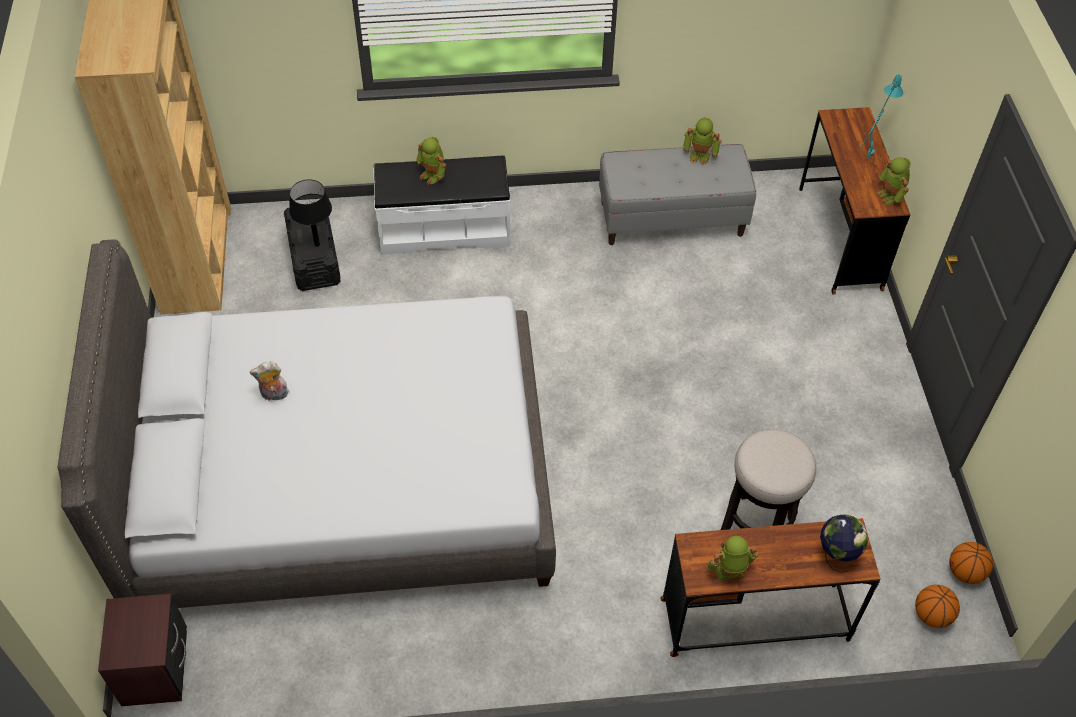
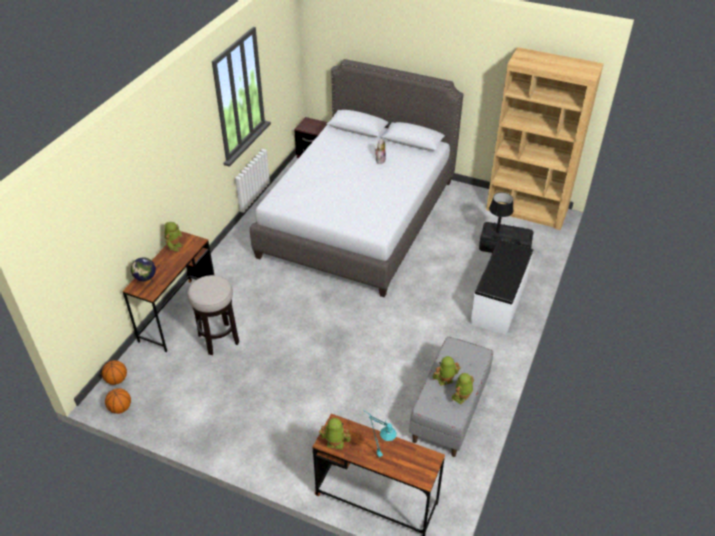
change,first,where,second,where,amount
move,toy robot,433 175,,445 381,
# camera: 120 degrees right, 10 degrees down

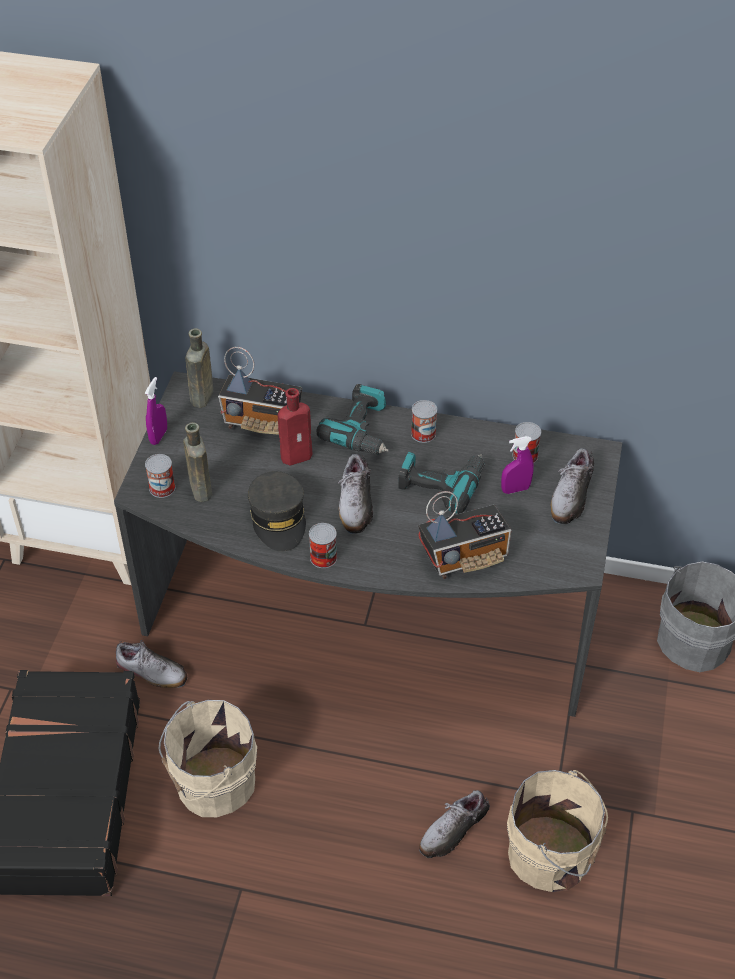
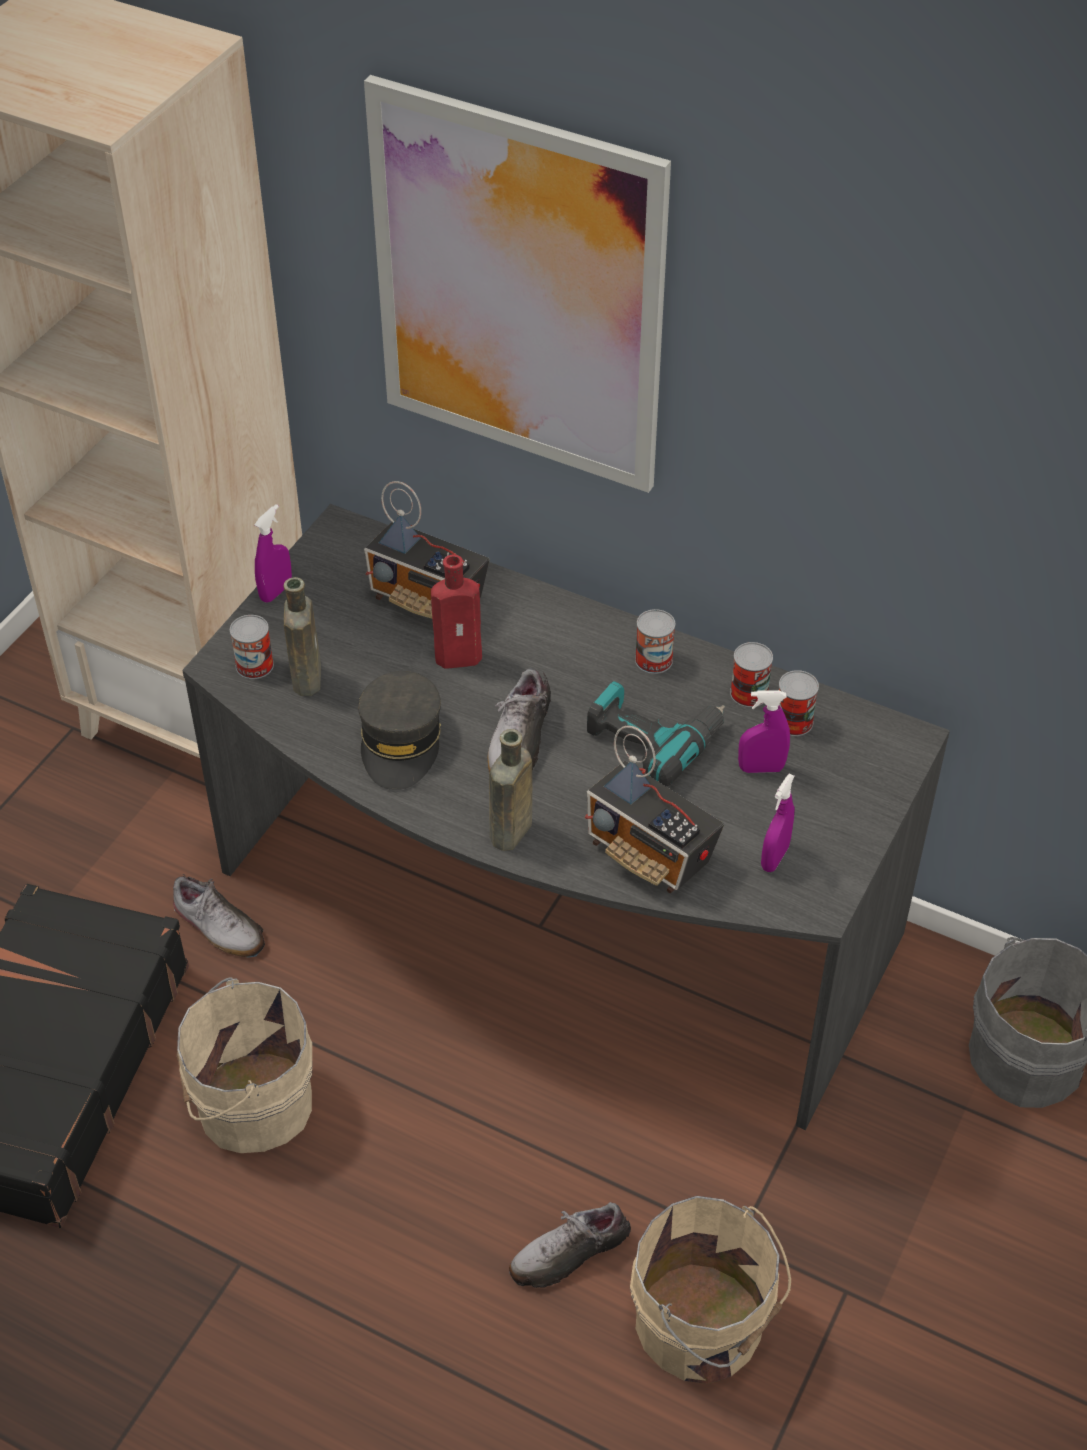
change,first,where,second,where,amount
move,brown drink bottle,201 398,,509 834,
delete,drill,362 430,,,
delete,shoe,571 495,,,
rotate,radio set,465 557,,650 853,45 degrees clockwise
move,can,323 557,,749 693,
insert,,,wall art,518 290,
insert,,,purplish hand sprayer,774 858,
# camera: 15 degrees right, 0 degrees up

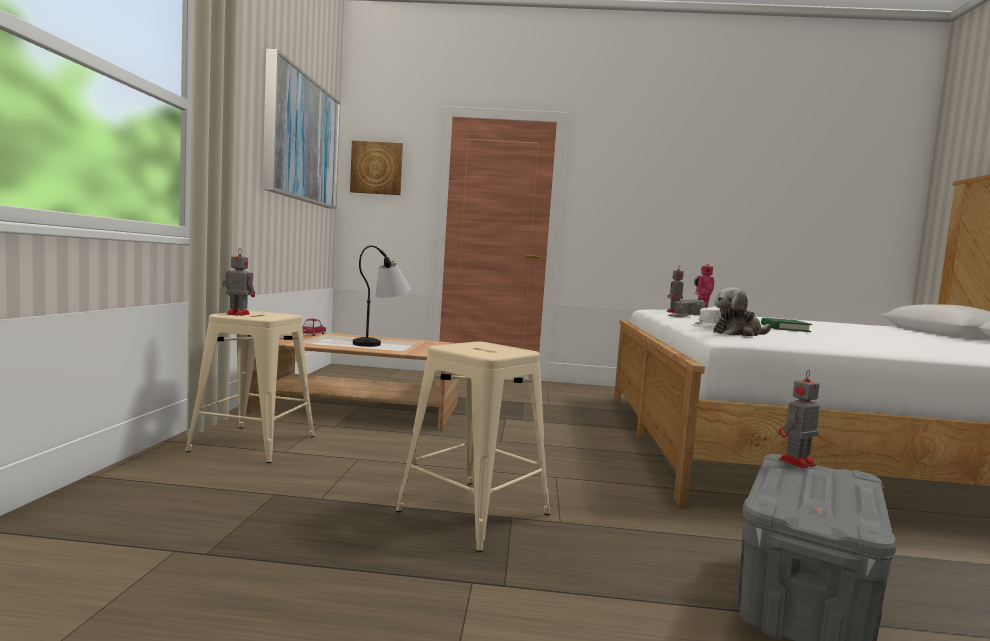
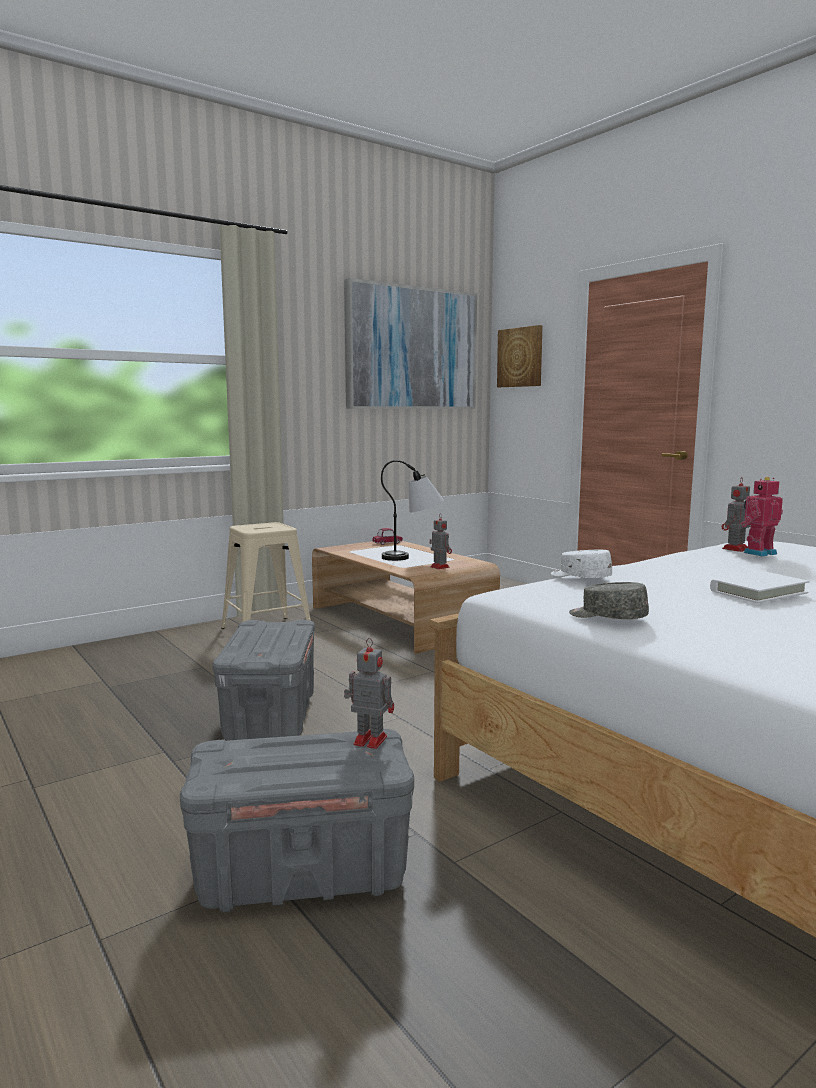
change,first,where,second,where,amount
move,toy robot,237 314,,439 567,
delete,cuddly toy,738 334,,,
move,greyish baseball cap,685 317,,607 617,
recolor,green book,784 328,white-coloured book,758 592,
replace,beige sitting stool,474 512,greyish storage bin,270 718,
# camera: 50 degrees right, 5 degrees up

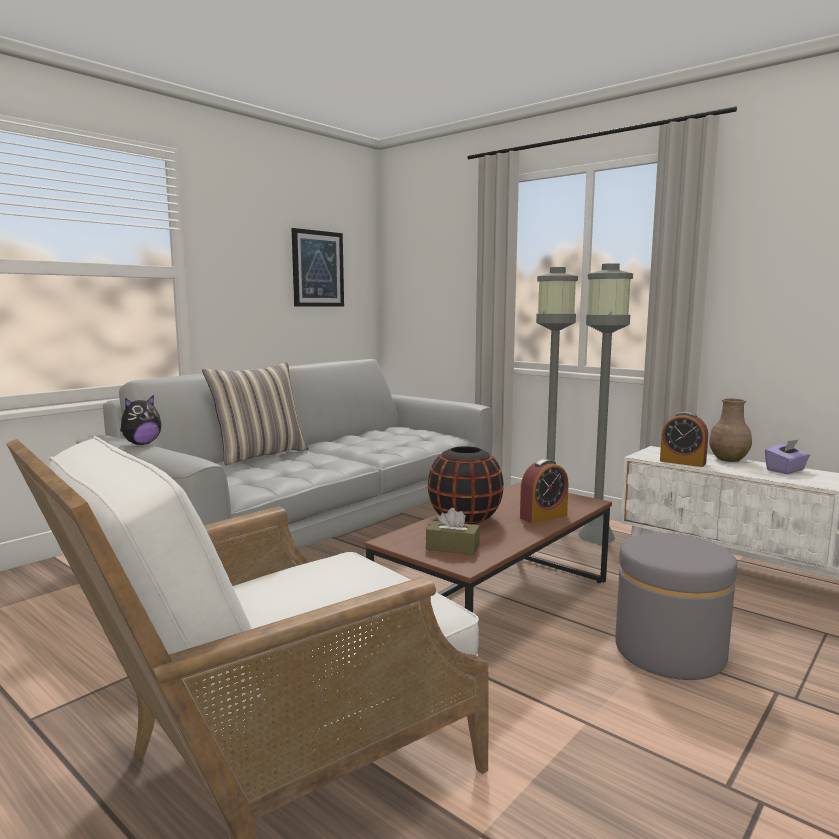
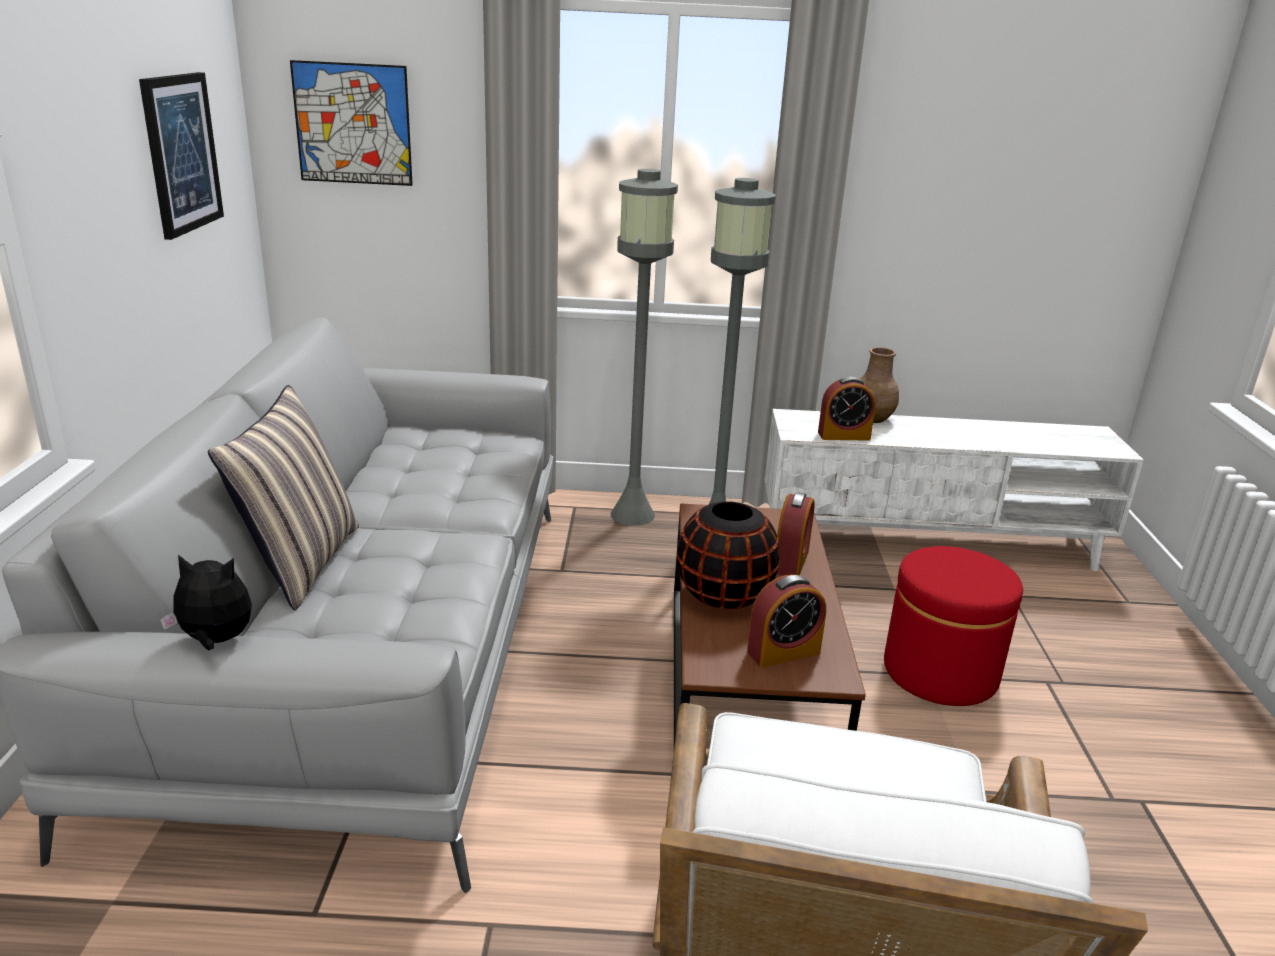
change,first,where,second,where,amount
rotate,cuddly toy,141 444,,215 641,90 degrees counterclockwise
delete,purplish tissue box,786 470,,,
replace,brown tissue box,452 547,table clock,783 652,
recolor,greyish pouffe,669 652,red pouffe,940 672,
insert,,,wall art,353 124,
# camera: 40 degrees left, 15 degrees up

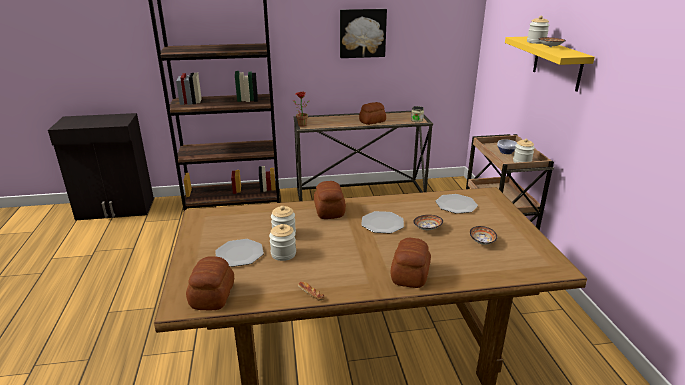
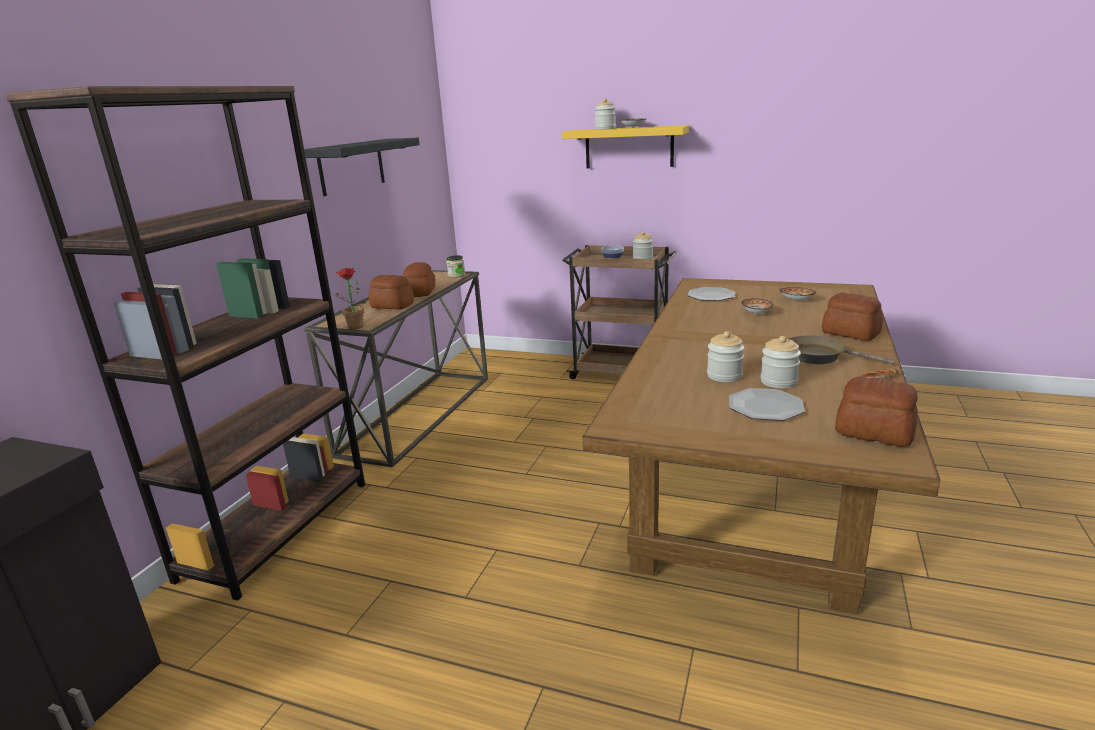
change,first,where,second,where,amount
replace,wall art,362 33,blackish bracket shelf,351 166,
move,bread,329 211,,392 306,
delete,dinner plate,382 223,,,
insert,,,brown frying pan,819 357,
# camera: 60 degrees left, 5 degrees down

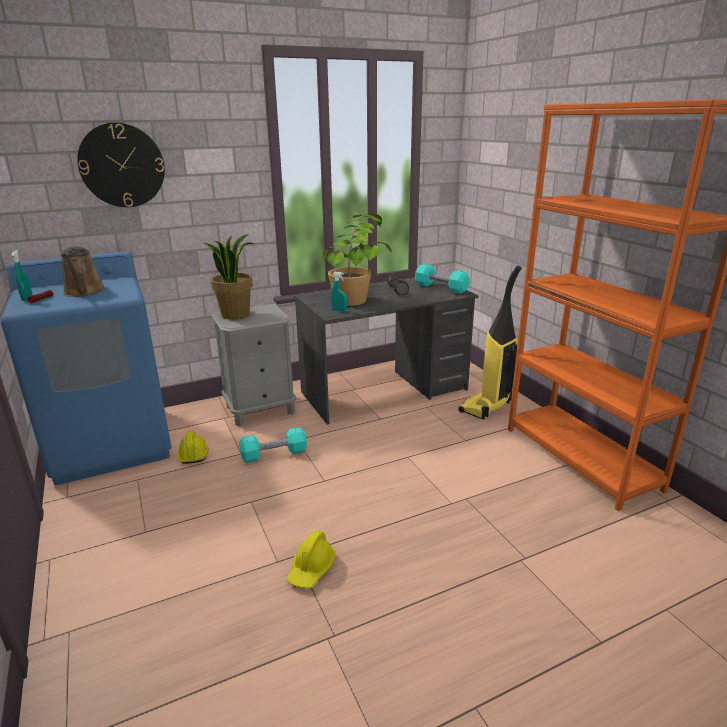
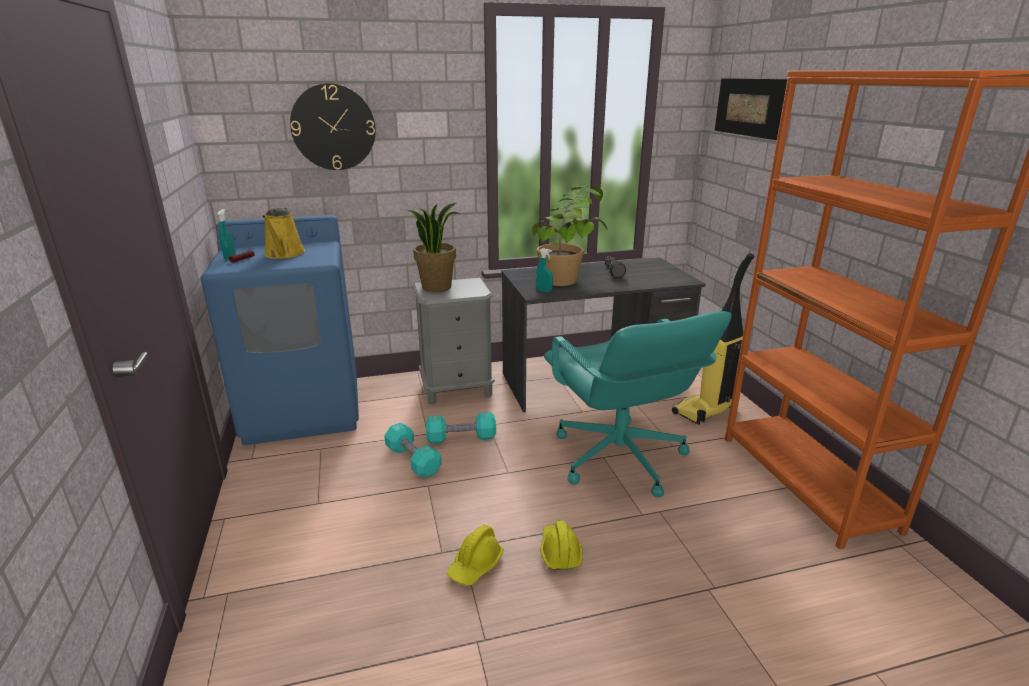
change,first,where,second,where,amount
recolor,brown watering pot,84 292,yellow-coloured watering pot,284 254,
move,turquoise free weight,441 288,,413 460,
move,yellow-coloured hard hat,193 453,,560 551,
insert,,,wall art,749 107,
insert,,,turquoise desk chair,619 459,
# camera: 10 degrees right, 0 degrees up

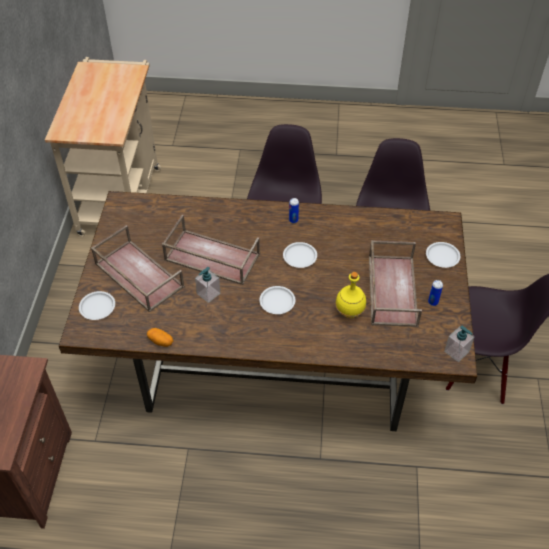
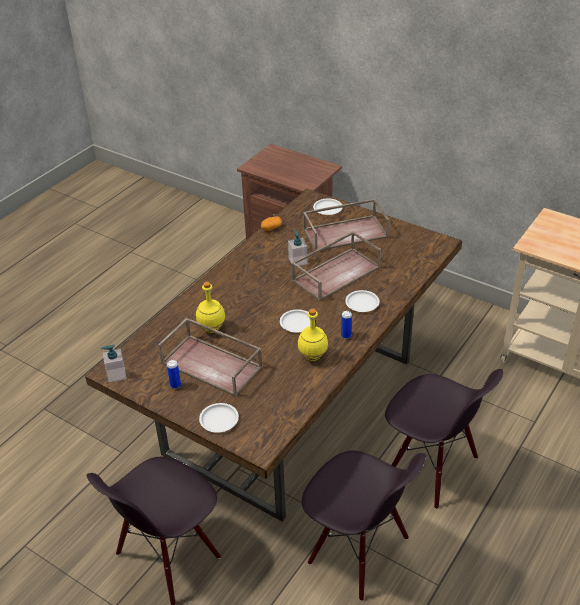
change,first,where,second,where,amount
move,white-coloured dinner plate,277 302,,362 303,
insert,,,yellow-coloured drink bottle,312 357,
# camera: 120 degrees right, 10 degrees down

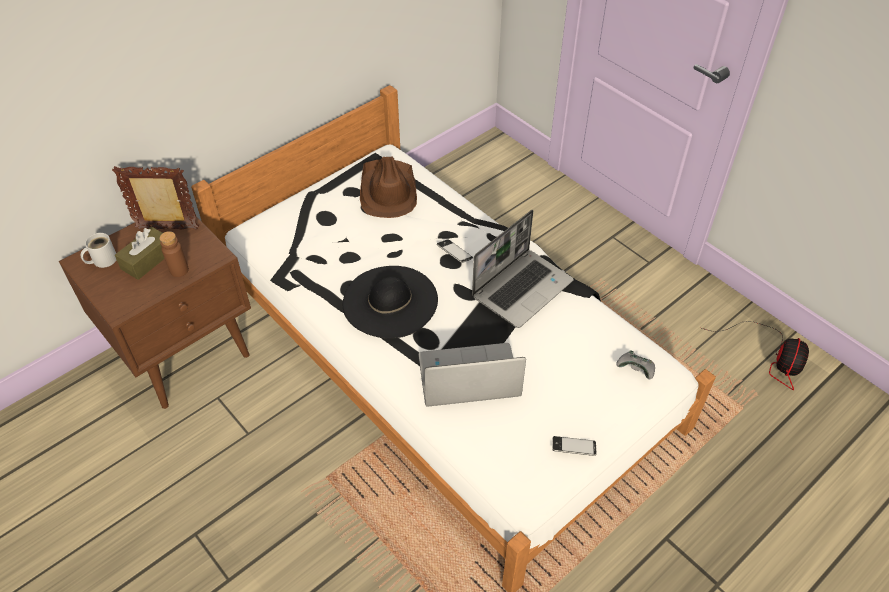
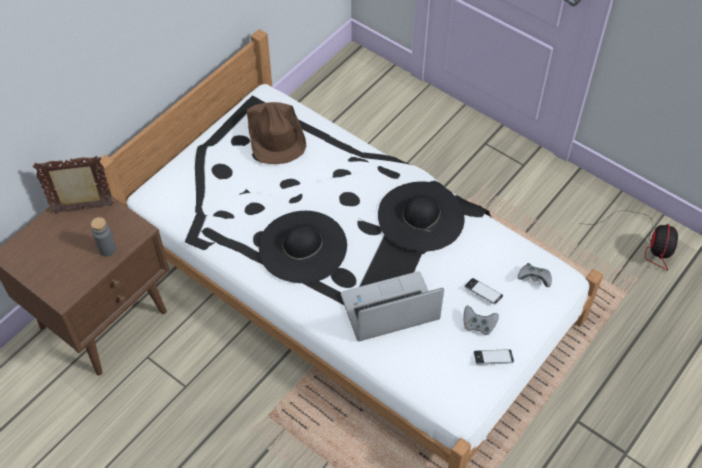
change,first,where,second,where,amount
replace,laptop,522 288,blackish hat,420 216,
delete,brown tissue box,147 260,,,
recolor,brown drink bottle,179 270,greyish drink bottle,107 249,
delete,white-coloured mug,102 259,,,
move,phone,454 253,,483 293,
insert,,,greyish gamepad,478 325,
# camera: 10 degrees left, 5 degrees up

